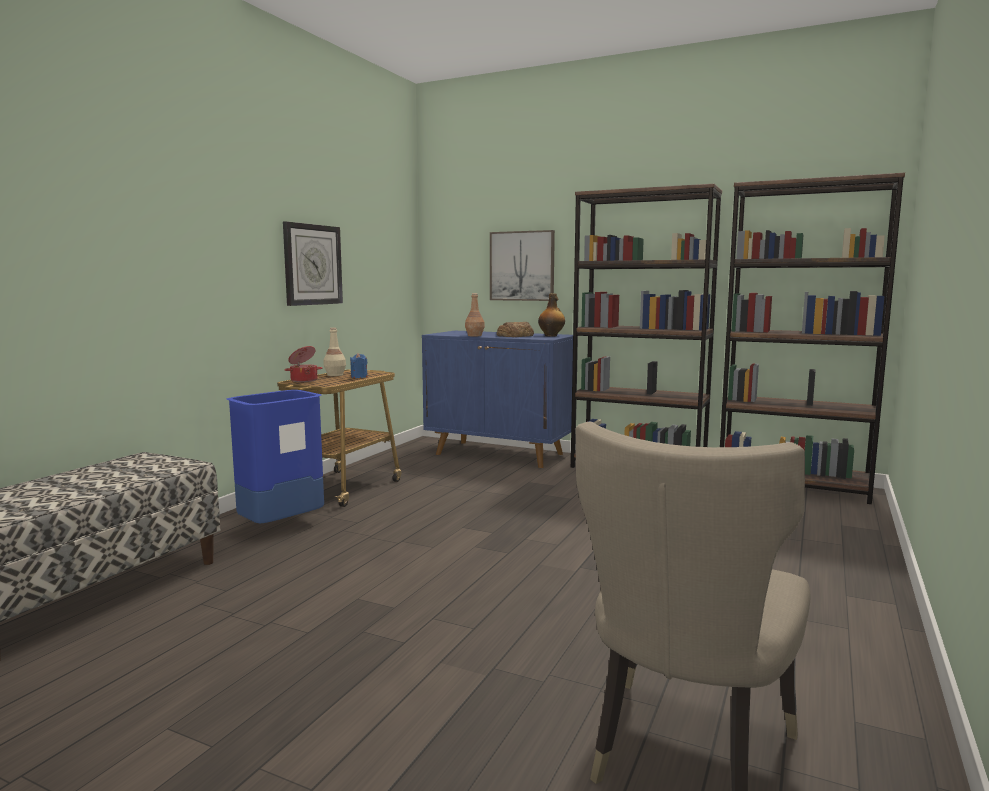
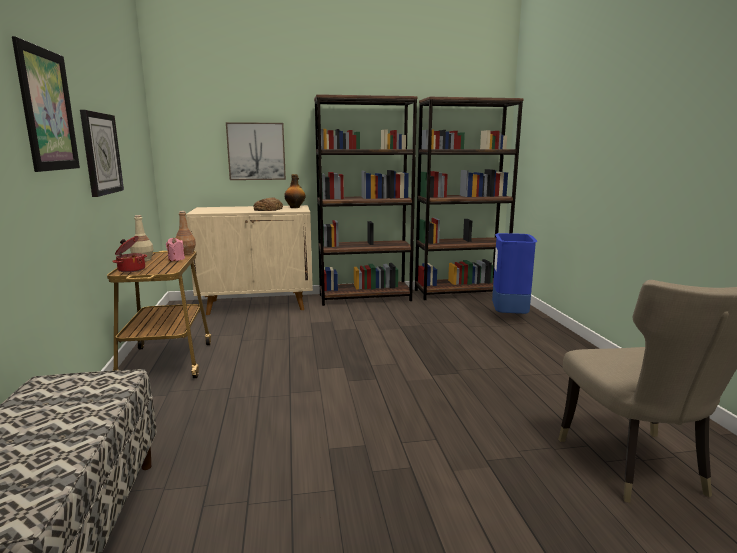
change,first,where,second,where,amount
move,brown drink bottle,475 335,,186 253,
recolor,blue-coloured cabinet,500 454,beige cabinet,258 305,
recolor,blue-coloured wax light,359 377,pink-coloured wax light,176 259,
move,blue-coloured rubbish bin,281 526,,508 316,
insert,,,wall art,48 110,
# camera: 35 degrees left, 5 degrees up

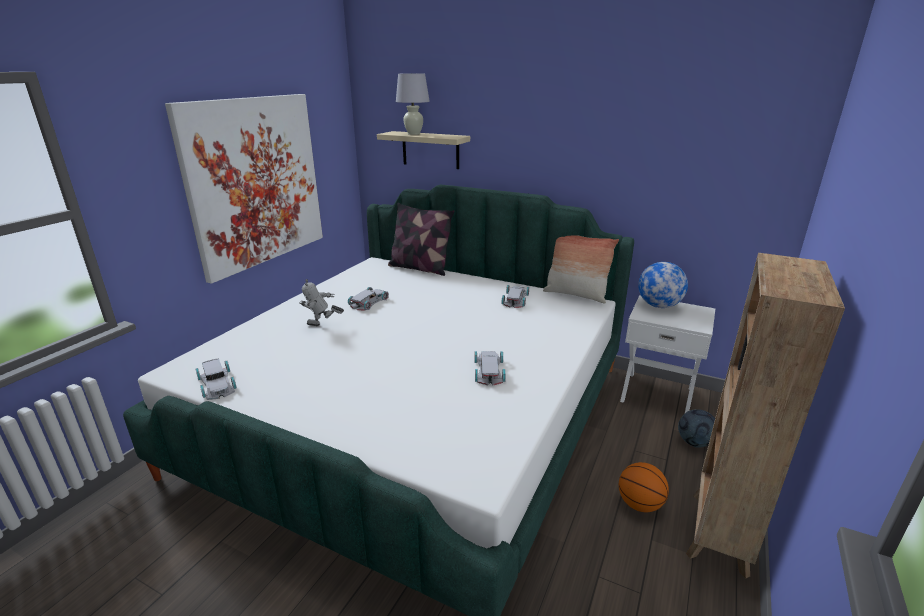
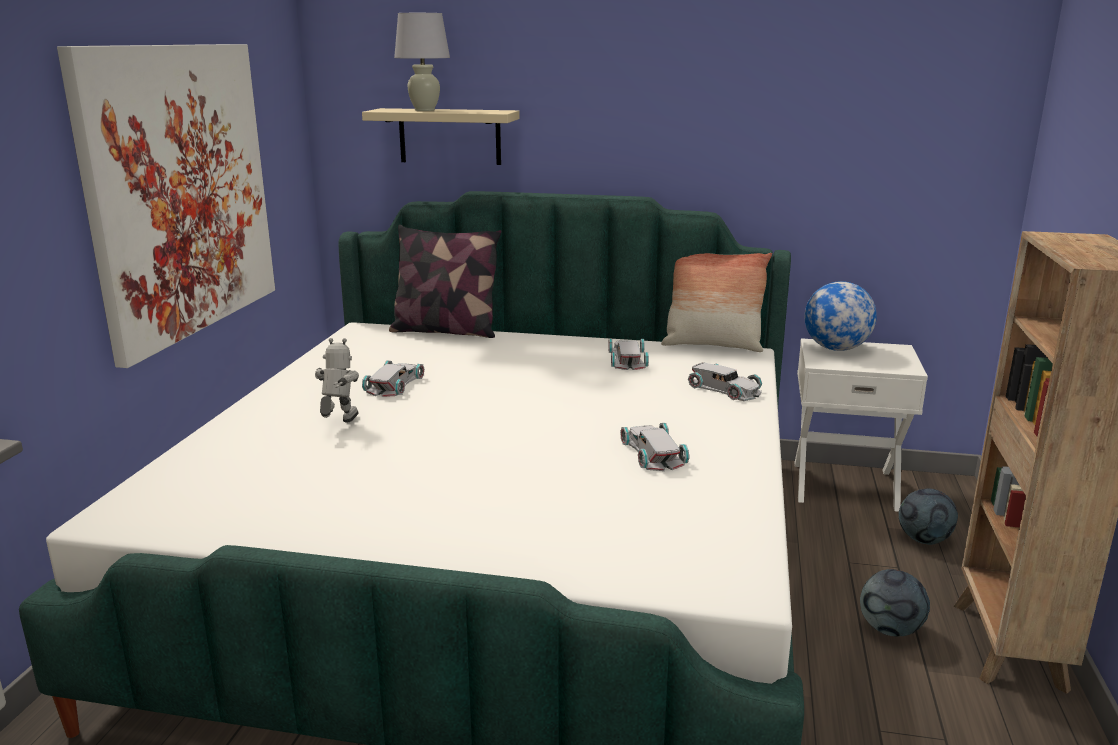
change,first,where,second,where,amount
rotate,toy robot,322 326,,339 424,120 degrees clockwise
move,white-coloured model car,216 384,,724 389,
replace,basketball ball,639 504,football ball,890 629,
# camera: 15 degrees left, 5 degrees down

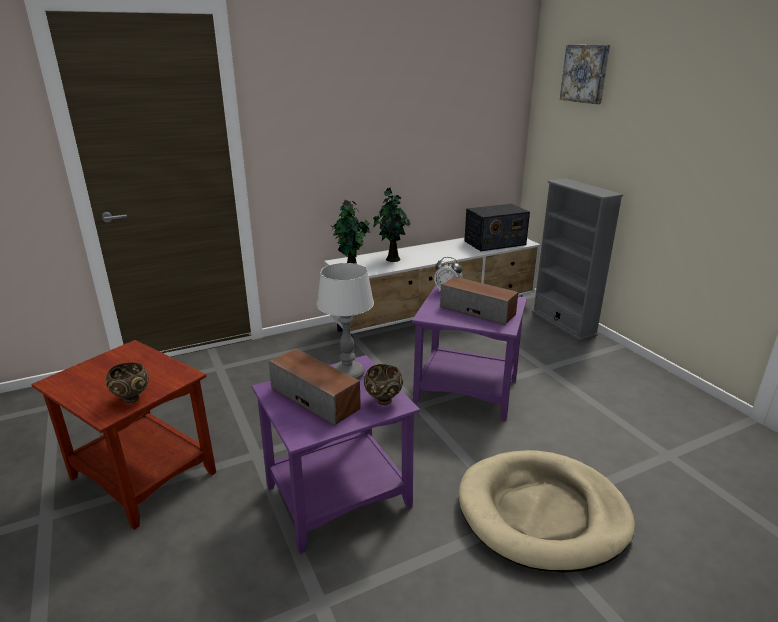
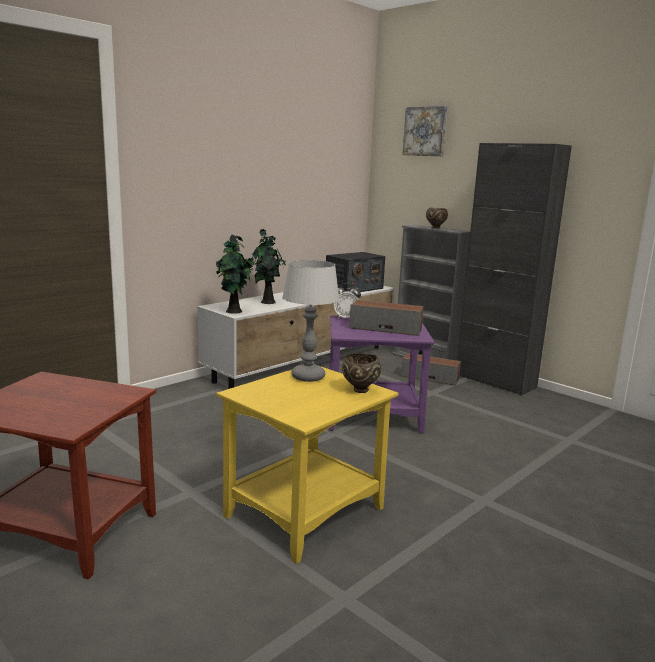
change,first,where,second,where,amount
move,audio speaker,315 398,,430 377,
recolor,purplish accent table,337 495,yellow-coloured accent table,303 511,
move,brown bowl,133 398,,435 228,
delete,beige pet bed,542 513,,,
insert,,,blackish cabinet,495 381,
# camera: 20 degrees left, 10 degrees down

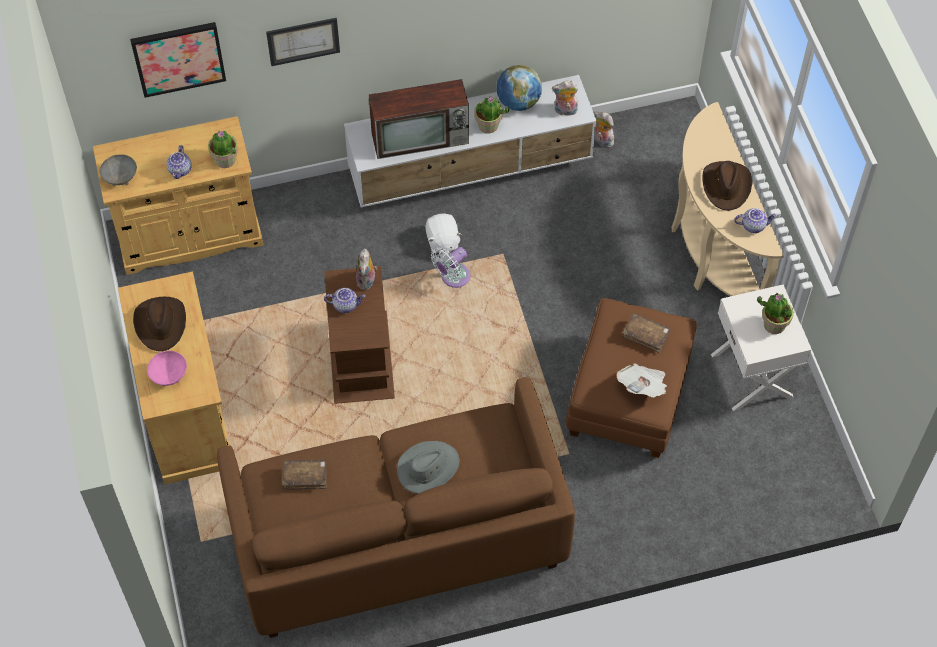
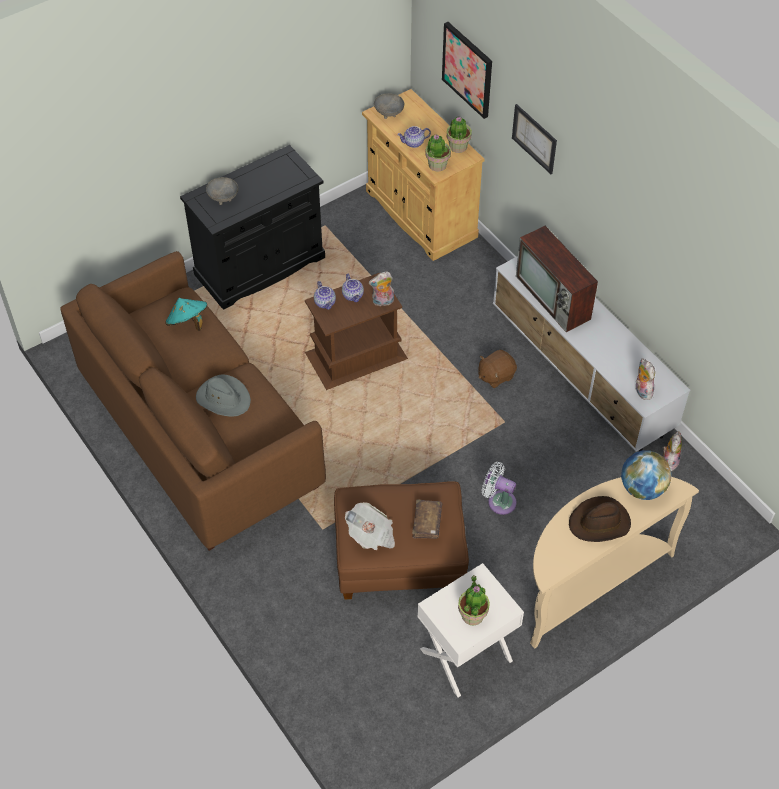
change,first,where,second,where,amount
move,world globe,518 102,,642 488,
move,houseplant,488 125,,458 147,
move,tea pot,753 225,,325 303,
recolor,white-coloured cuddly toy,442 241,brown cuddly toy,495 375,
move,white-coloured cooling fan,453 278,,499 501,
recolor,beige cabinet,187 412,blackish cabinet,260 266,
delete,brown hat,161 324,,,
recolor,pink-coloured bowl,169 375,greyish bowl,224 198,
replace,brown book,305 477,turquoise hat,188 323,
# camera: 70 degrees right, 5 degrees down

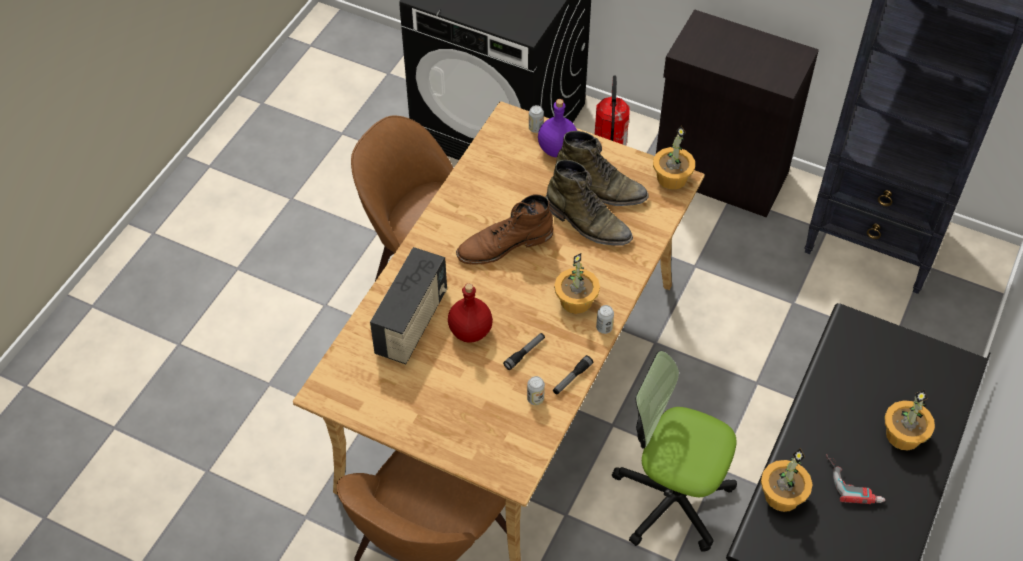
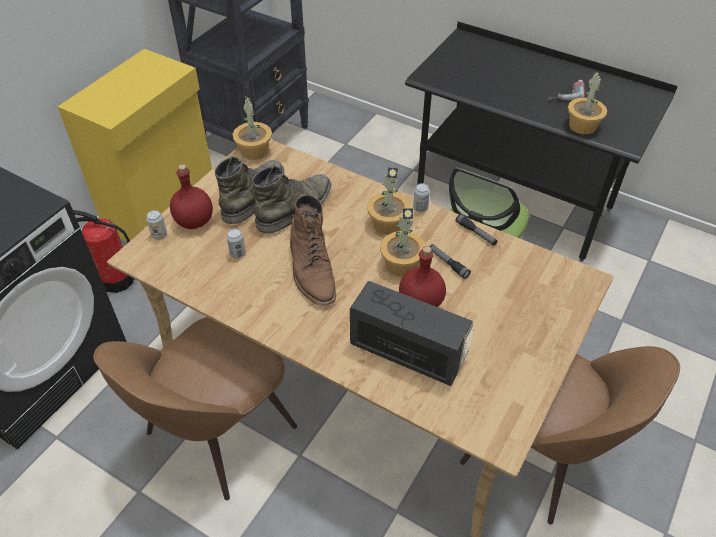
change,first,where,second,where,amount
recolor,blackish cabinet,720 176,yellow-coloured cabinet,163 209,
recolor,purplish drink bottle,557 150,red drink bottle,195 221,
move,can,535 399,,238 253,
move,houseplant,904 435,,402 264,
# camera: 85 degrees left, 5 degrees down

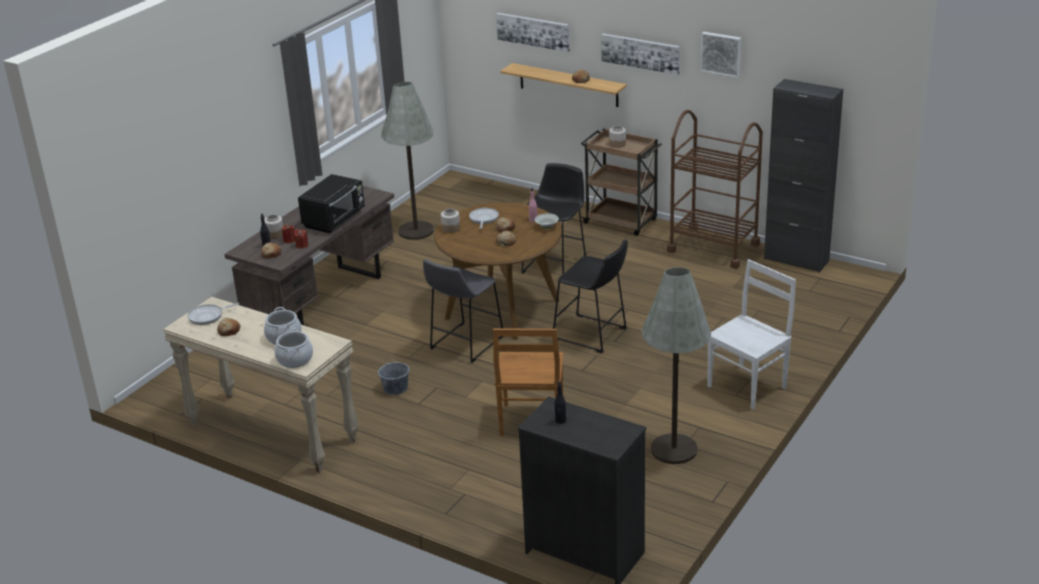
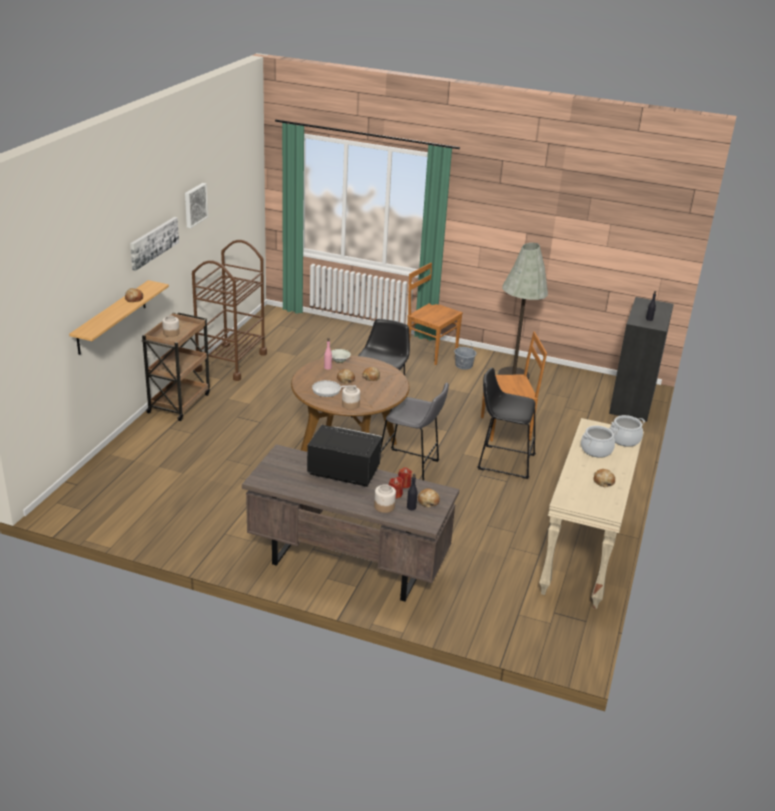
change,first,where,second,where,amount
delete,wall art,533 31,,,
delete,blackish cabinet,796 260,,,
delete,greyish standard lamp,416 231,,,
move,blackish sitting stool,556 264,,502 461,
recolor,white-coloured chair,748 386,brown chair,430 351,
delete,frying pan,208 316,,,
move,greyish water bucket,395 388,,464 365,
# camera: 105 degrees left, 0 degrees up

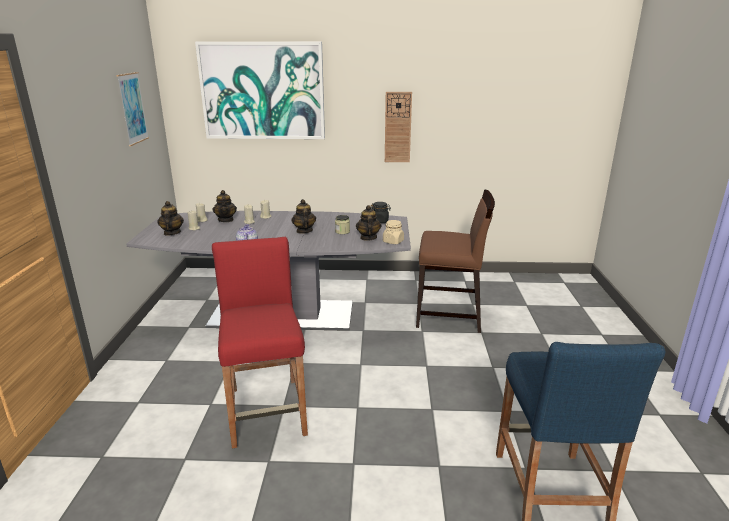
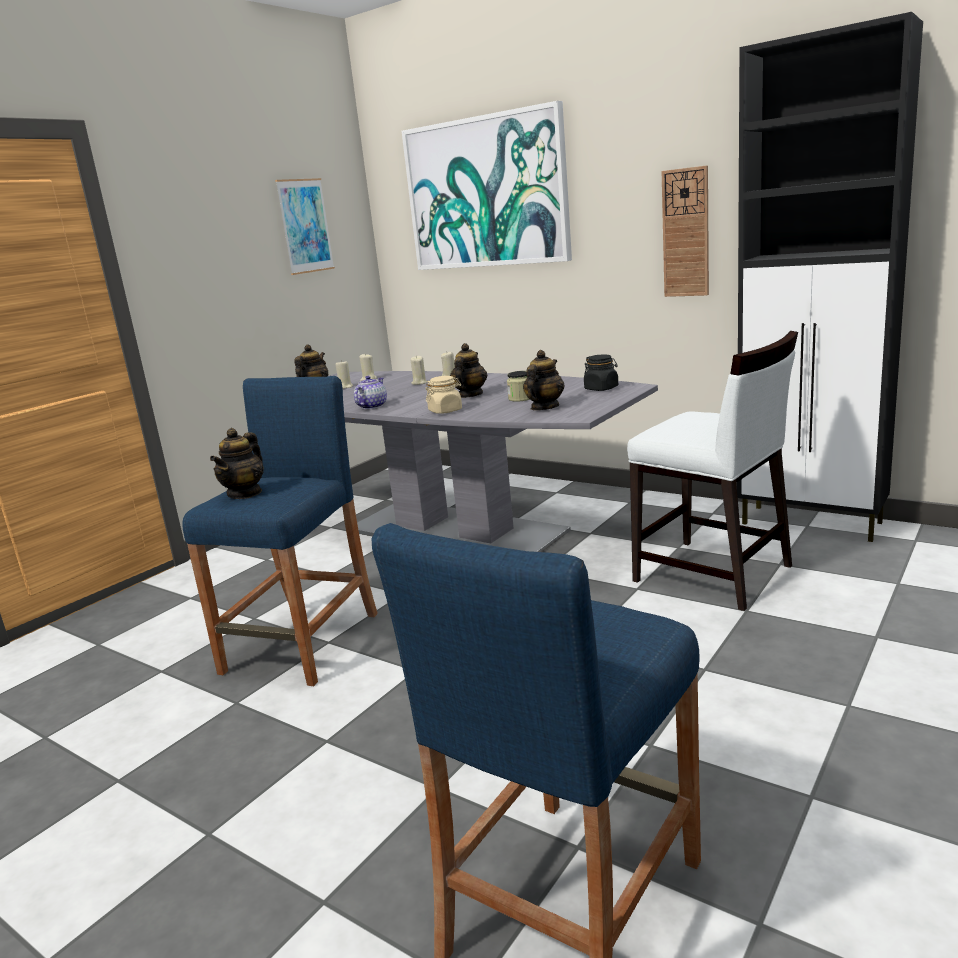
change,first,where,second,where,amount
recolor,brown chair,449 315,white-coloured chair,713 574,
move,tea pot,226 220,,245 493,
move,beige preserve jar,393 241,,445 411,
recolor,red sitting stool,267 411,blue-coloured sitting stool,303 643,
insert,,,blackish cabinet,813 523,
# camera: 35 degrees right, 5 degrees down

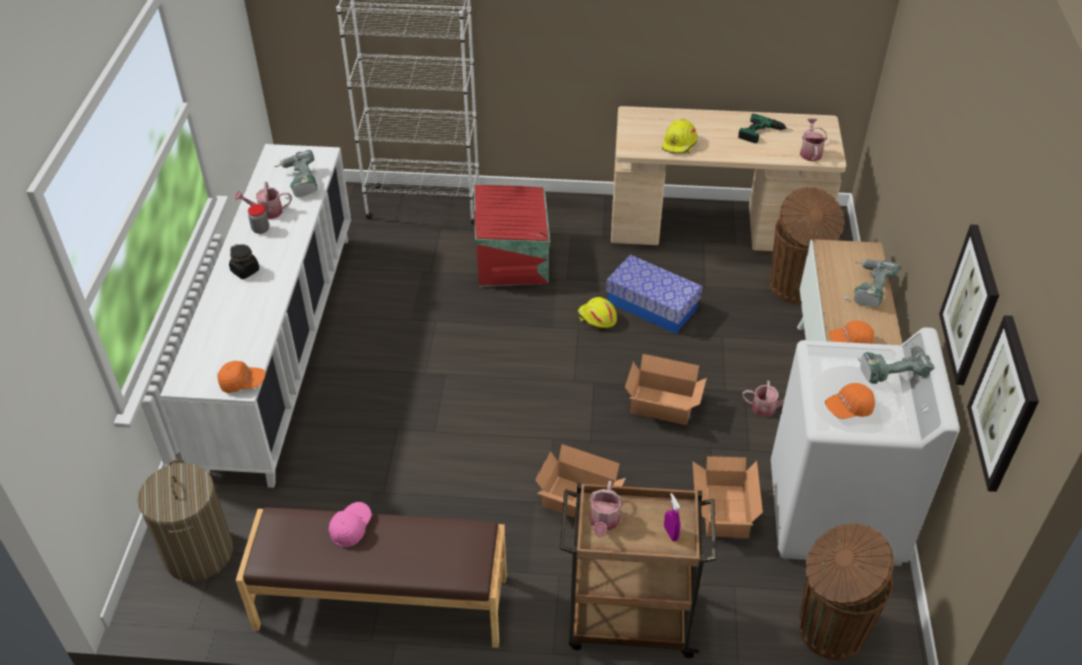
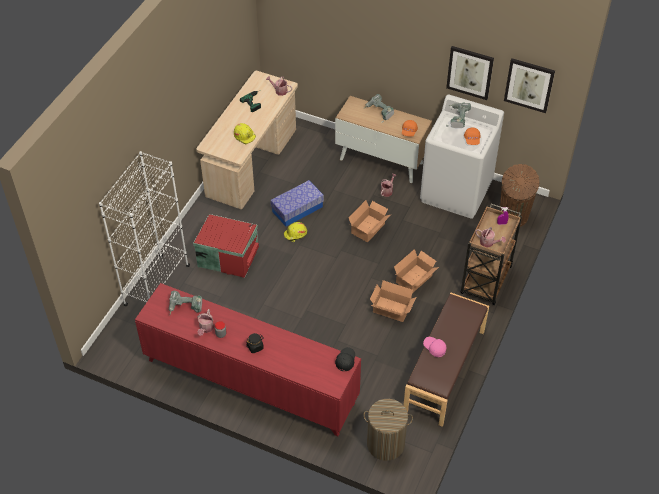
change,first,where,second,where,amount
recolor,white-coloured cabinet,281 349,red cabinet,250 382,
delete,brown rubbish bin,795 288,,,
recolor,orangey baseball cap,242 382,blackish baseball cap,345 361,
move,carton,722 512,,391 310,
# camera: 70 degrees left, 5 degrees up

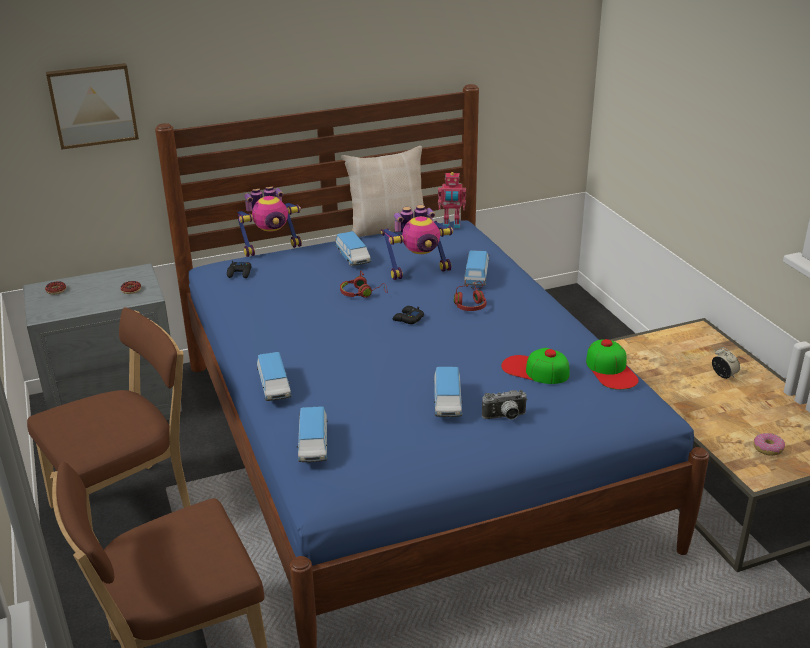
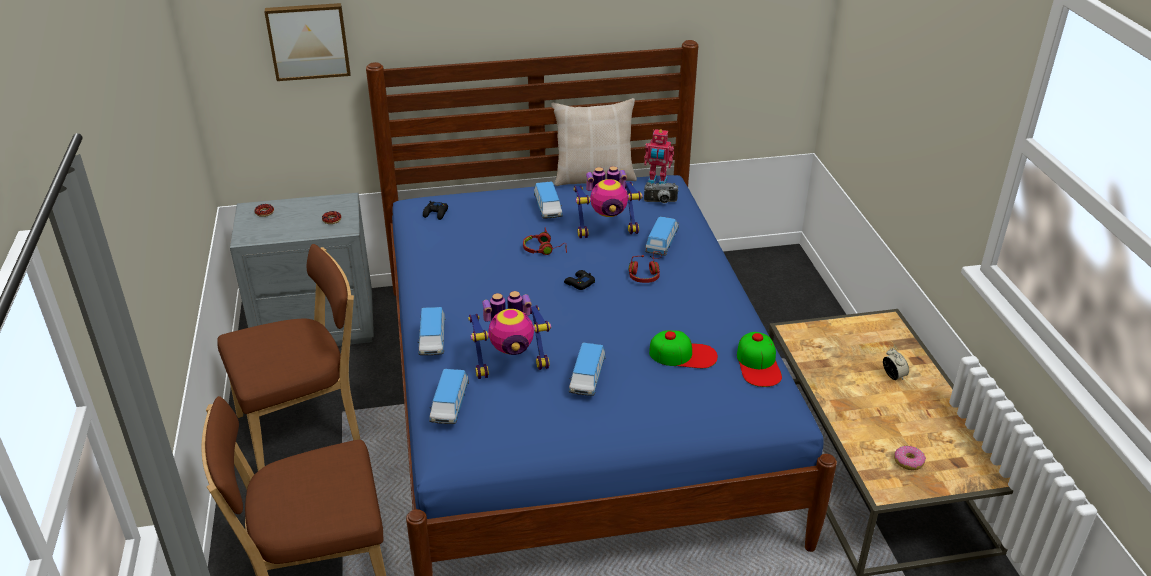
change,first,where,second,where,amount
move,toy robot,271 247,,511 365,
rotate,baseball cap,535 370,,683 354,150 degrees clockwise
move,still camera,505 417,,660 202,
# camera: 10 degrees right, 5 degrees up

